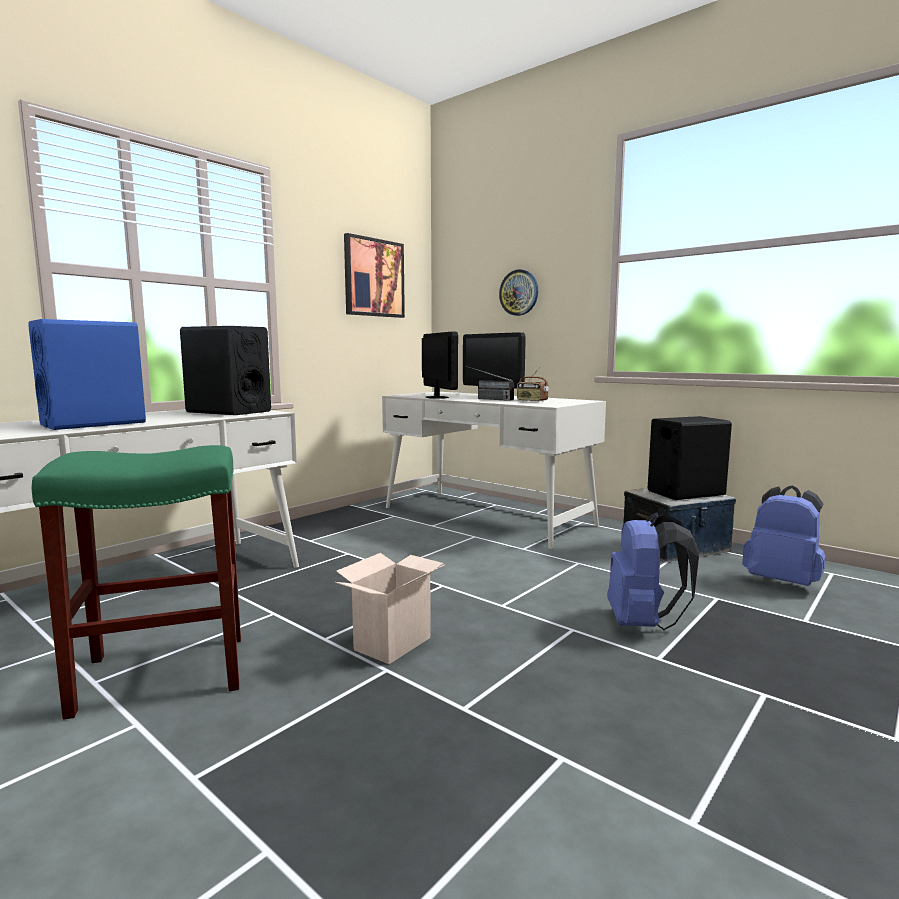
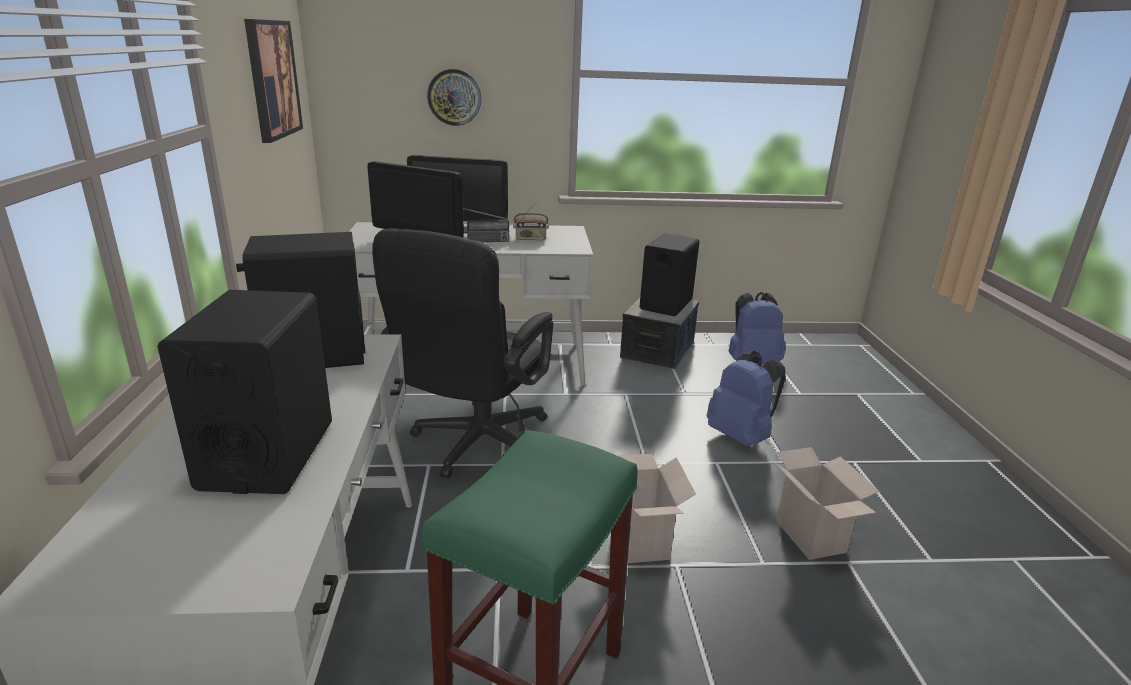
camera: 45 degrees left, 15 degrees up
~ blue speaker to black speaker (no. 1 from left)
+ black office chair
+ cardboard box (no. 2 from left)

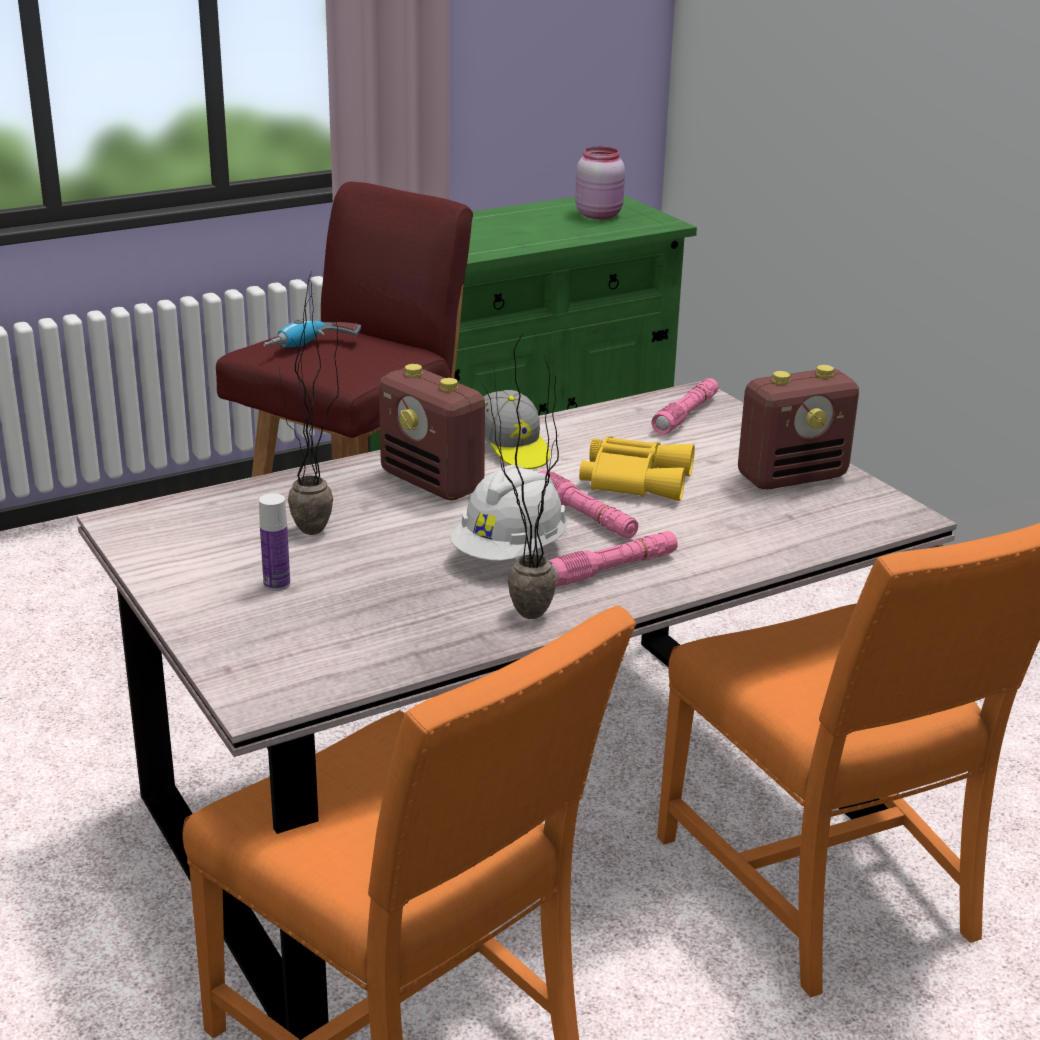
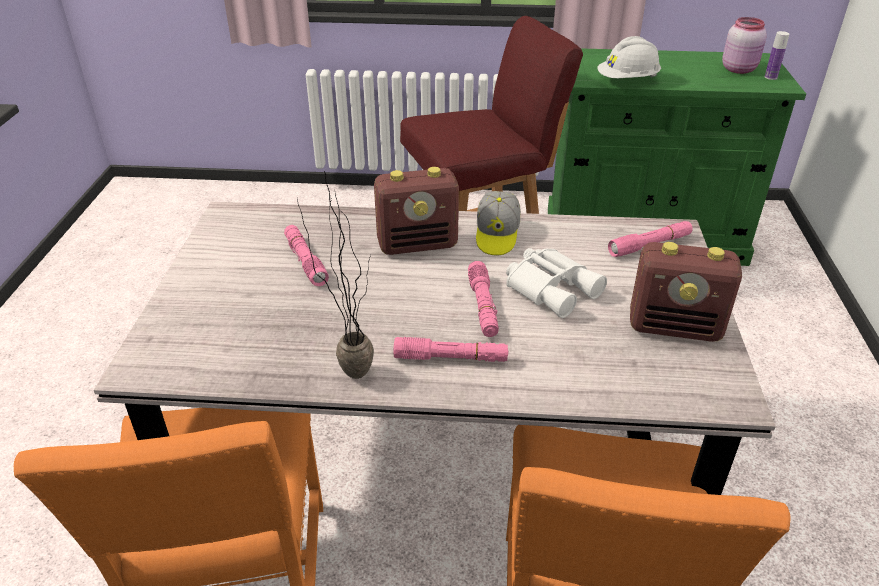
camera: 35 degrees right, 10 degrees up
~ bottle
- power drill
~ potted plant (no. 1 from left) to pink flashlight (no. 1 from left)
~ radio (no. 1 from left) 90 degrees counterclockwise
~ white hard hat
~ yellow binoculars to white binoculars

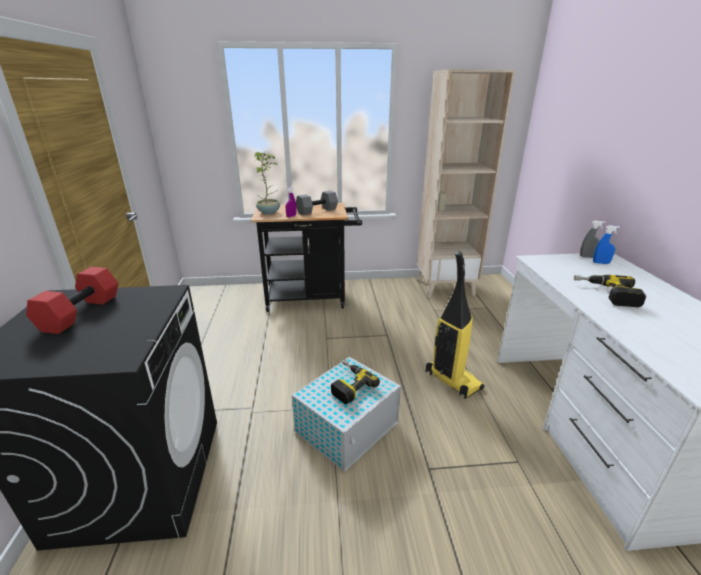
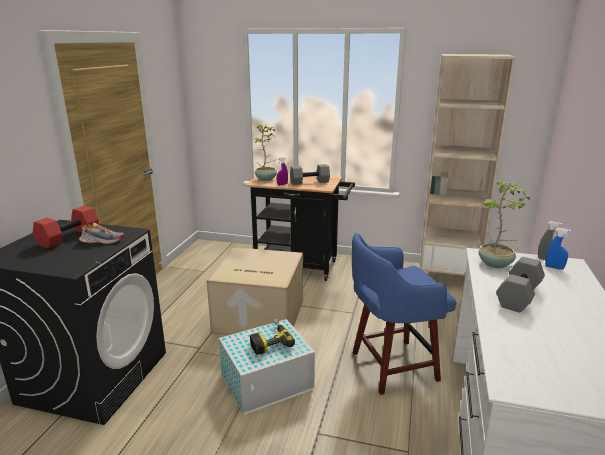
camera: 20 degrees right, 5 degrees down
~ vacuum cleaner to blue stool
~ power drill (no. 2 from left) to grey dumbbell (no. 2 from left)
+ shoe
+ cardboard box
+ potted plant (no. 2 from left)

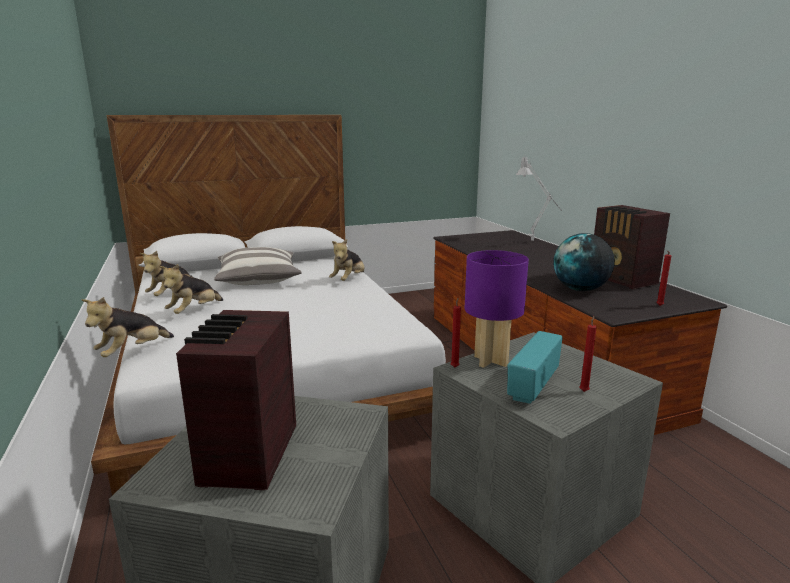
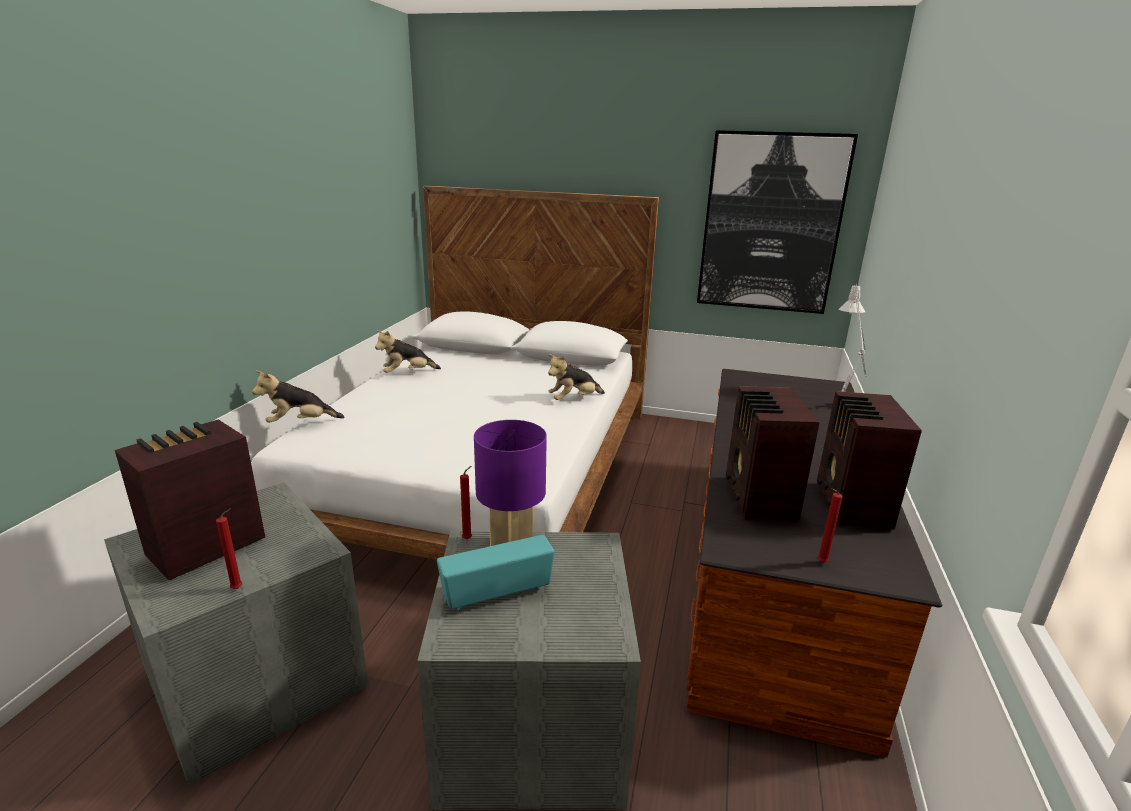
camera: 35 degrees right, 5 degrees up
- plush toy (no. 3 from left)
- pillow
~ globe to radio (no. 3 from left)
~ red candle (no. 2 from left in the first image) to red candle (no. 1 from left)
+ picture

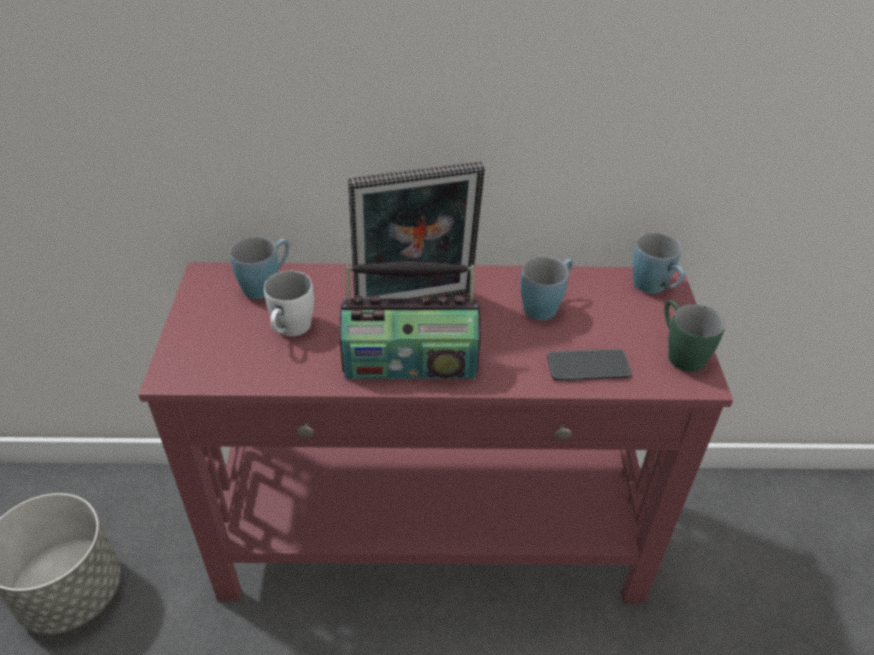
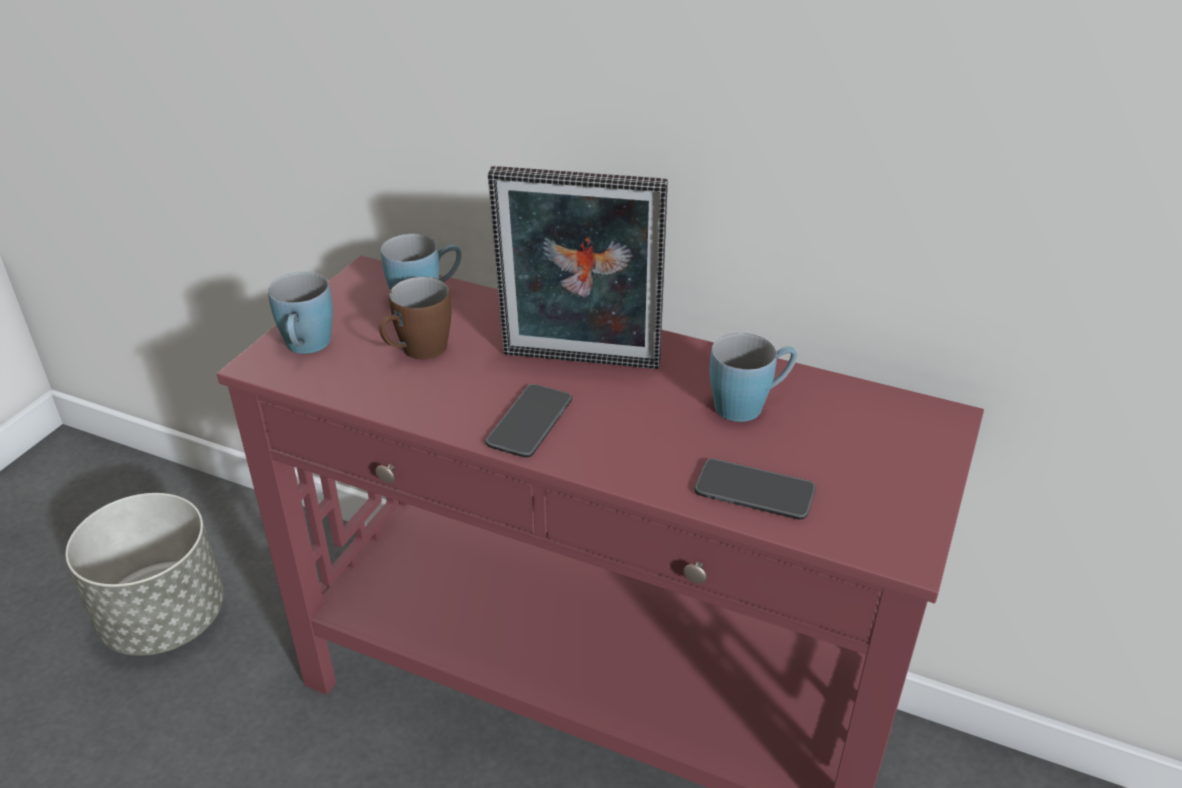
camera: 25 degrees right, 5 degrees down
~ white mug to brown mug
~ radio to phone (no. 1 from left)
~ blue mug (no. 3 from left in the first image) to blue mug (no. 1 from left)
- green mug

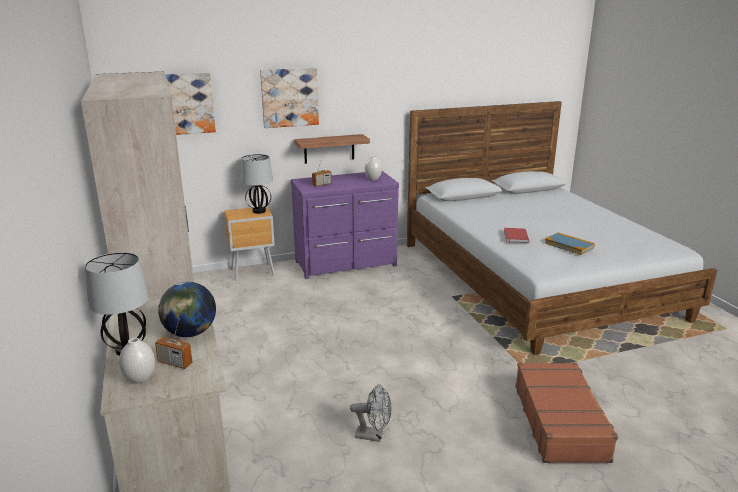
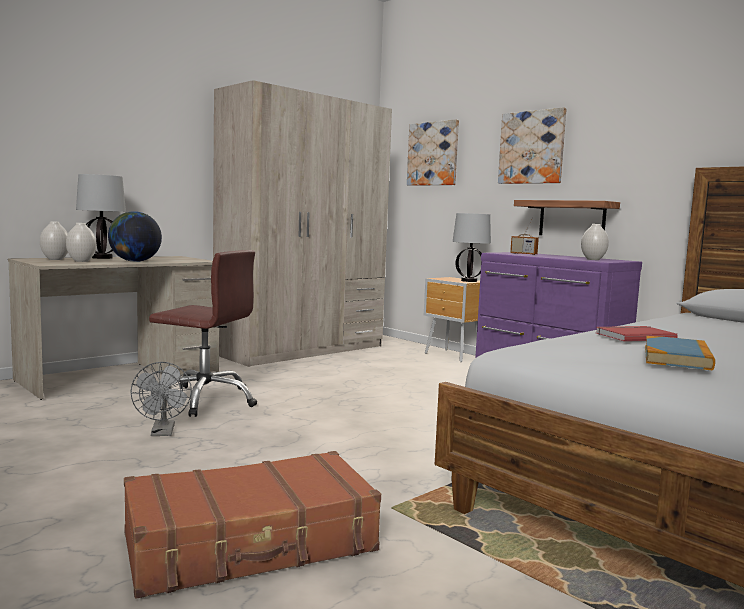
camera: 65 degrees right, 15 degrees down
~ radio (no. 1 from left) to white vase (no. 2 from left)
+ brown office chair

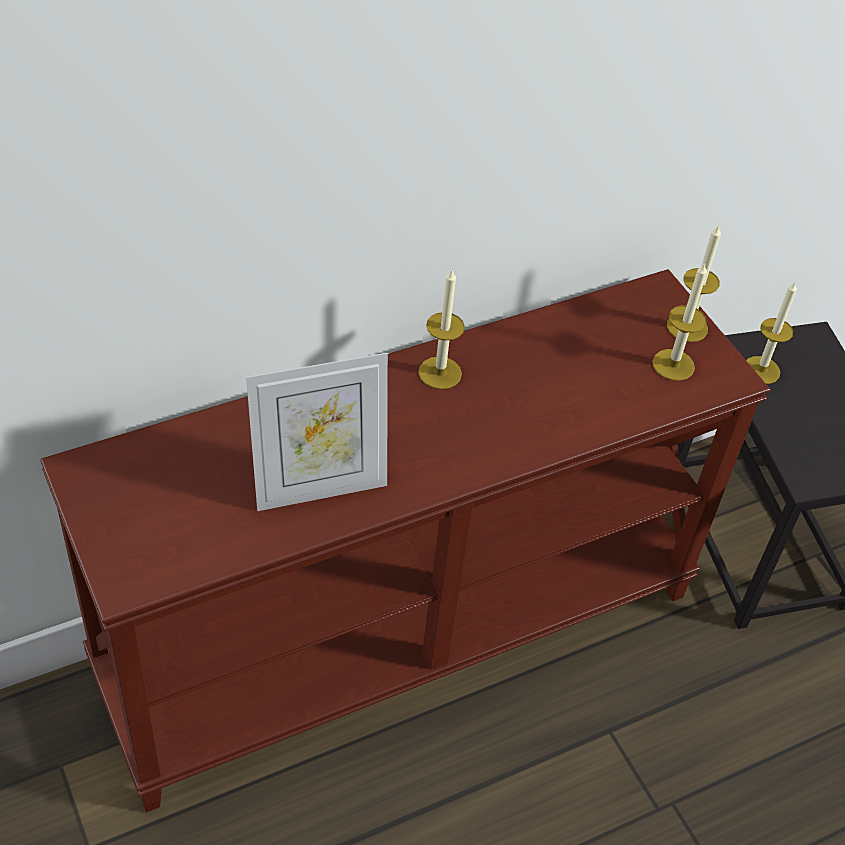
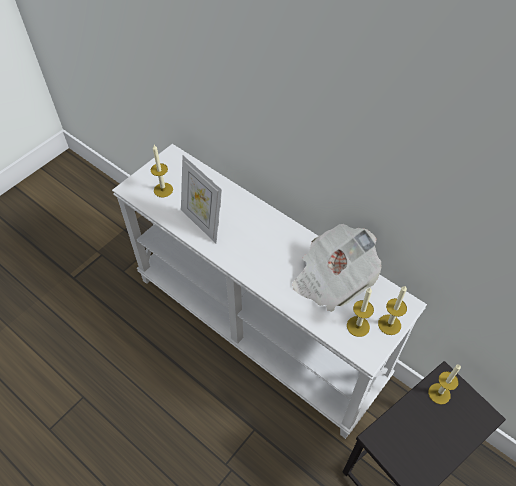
camera: 70 degrees right, 5 degrees up
~ brown console table to white console table
~ candle (no. 1 from left)
+ newspaper

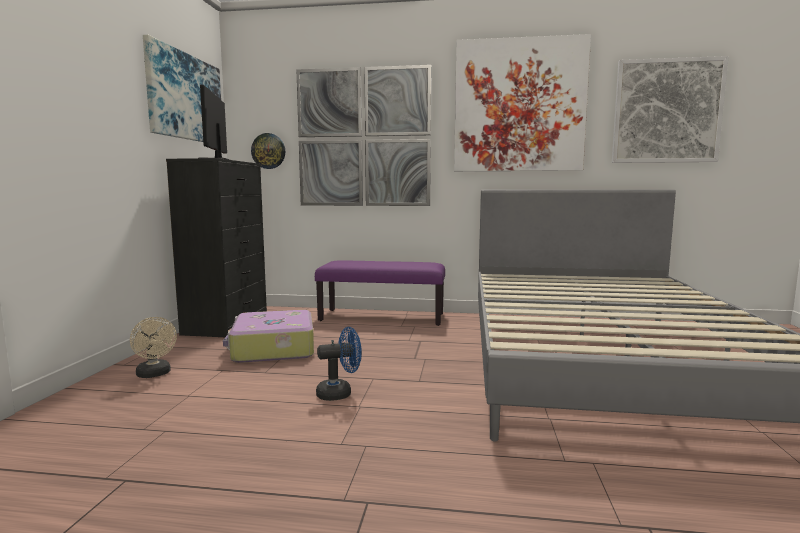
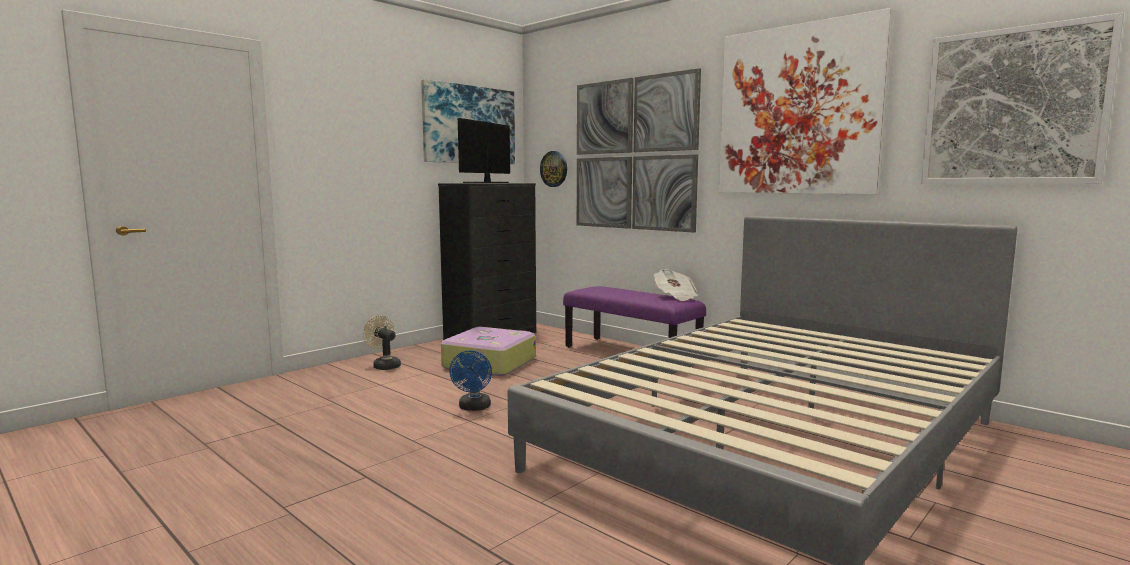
camera: 35 degrees right, 0 degrees up
~ beige fan 135 degrees clockwise
~ blue fan 75 degrees clockwise
+ newspaper

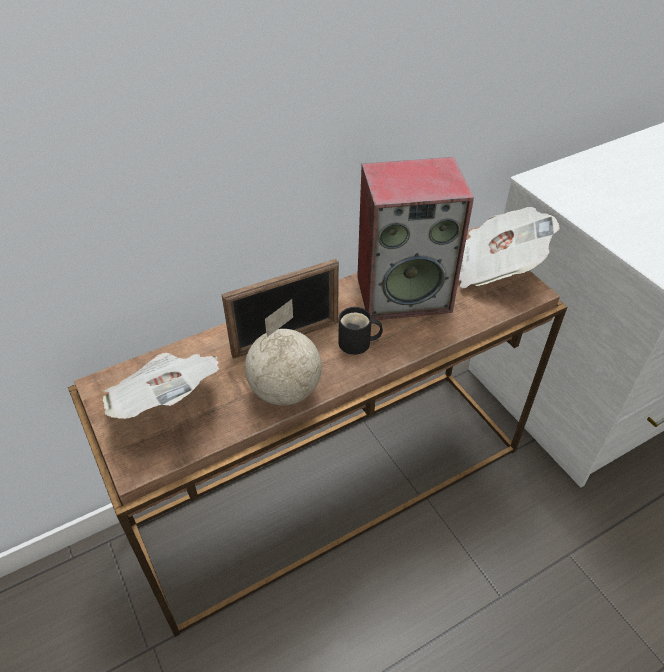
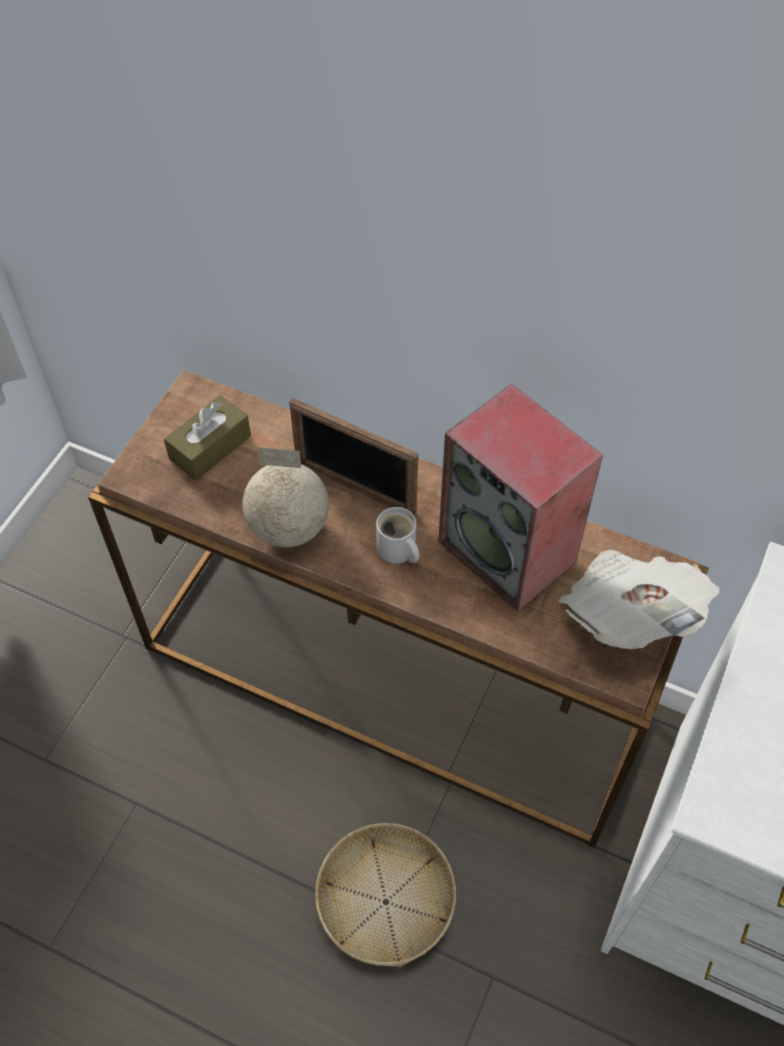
camera: 55 degrees right, 10 degrees up
~ newspaper (no. 1 from left) to brown tissue box
~ black mug to white mug
+ basket

